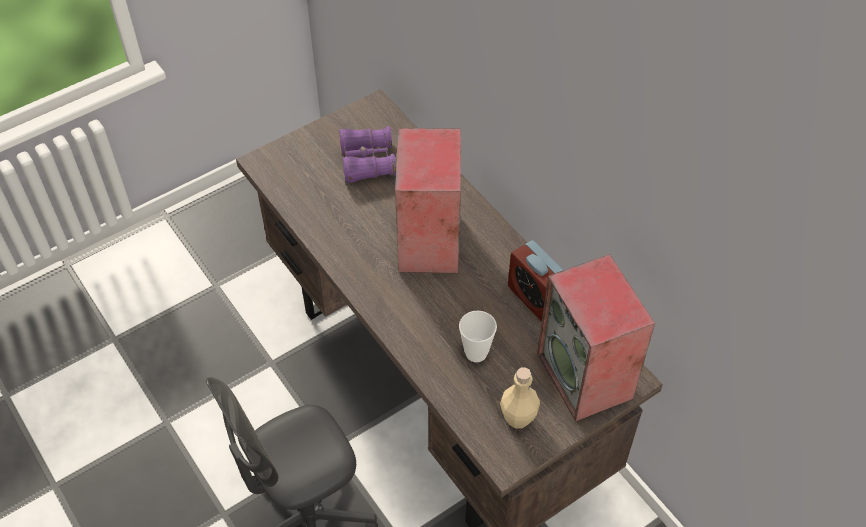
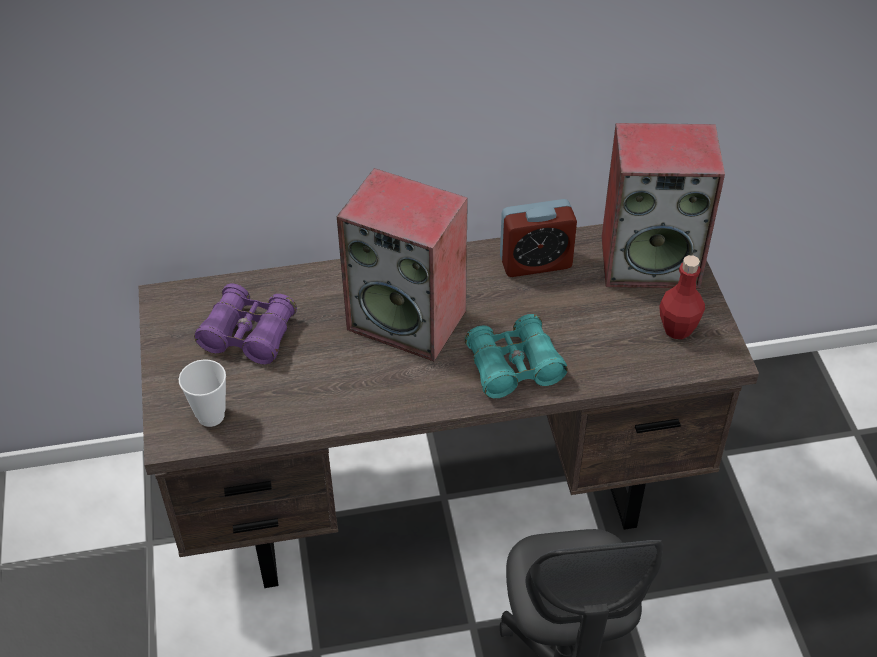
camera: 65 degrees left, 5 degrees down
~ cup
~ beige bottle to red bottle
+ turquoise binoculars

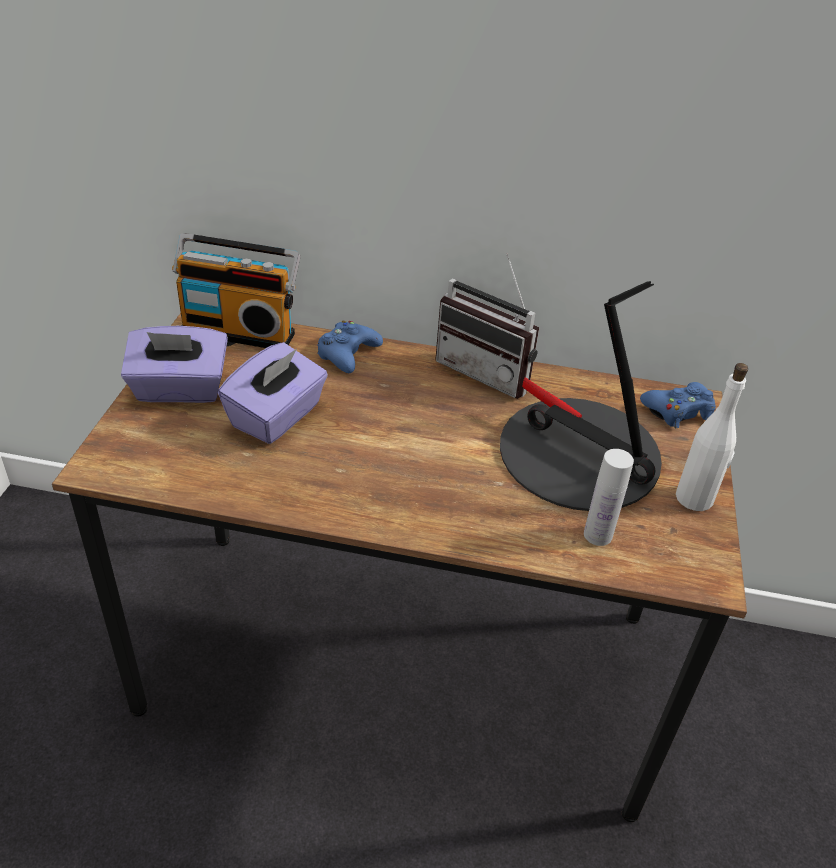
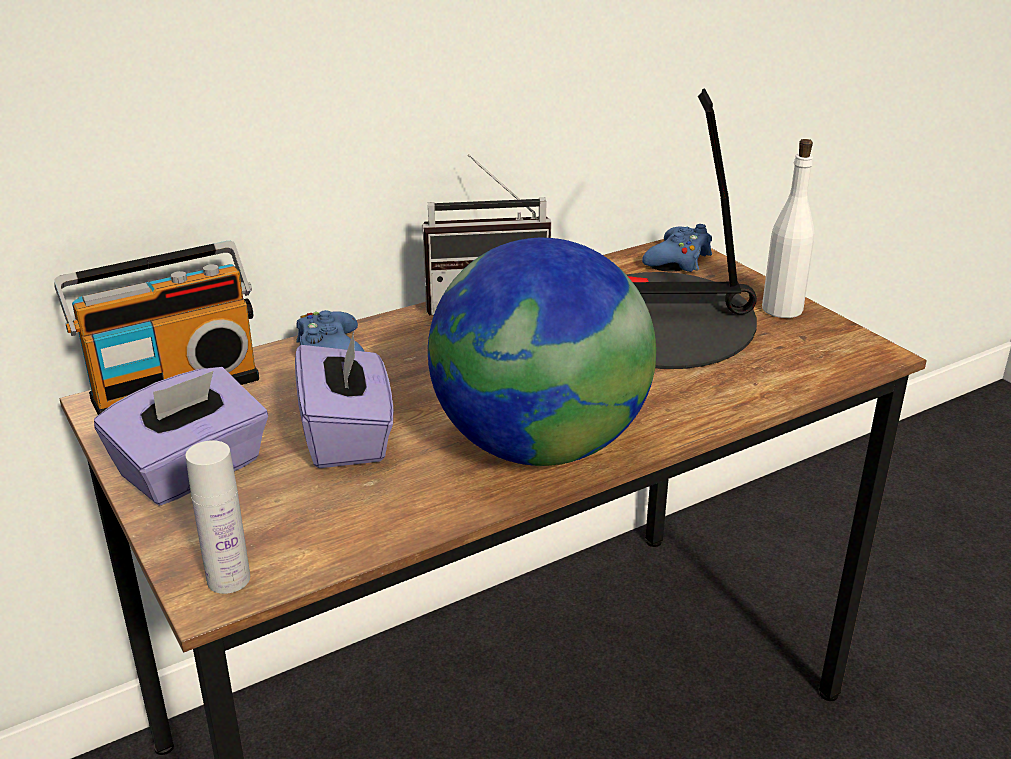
camera: 40 degrees left, 10 degrees down
~ white bottle (no. 1 from left)
+ globe

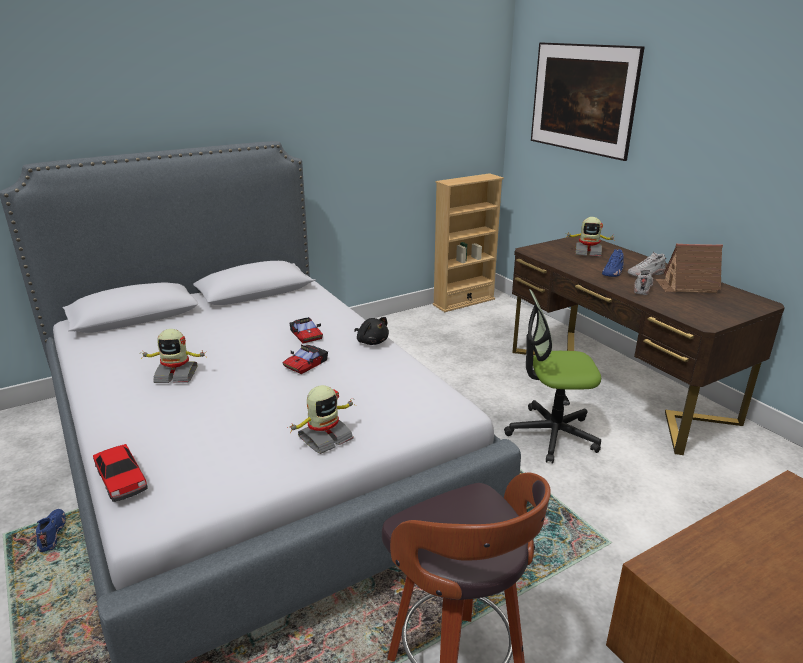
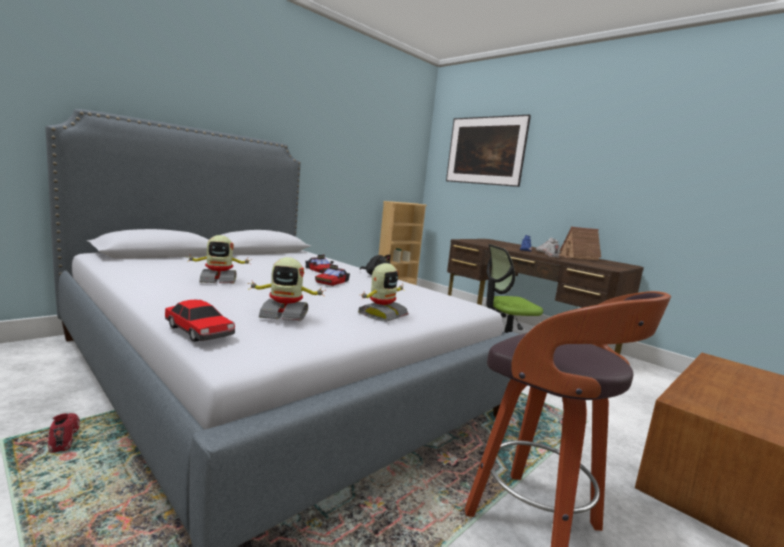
camera: 15 degrees left, 15 degrees down
~ blue shoe (no. 1 from left) to red shoe
~ toy robot (no. 3 from left in the first image) to toy robot (no. 2 from left)

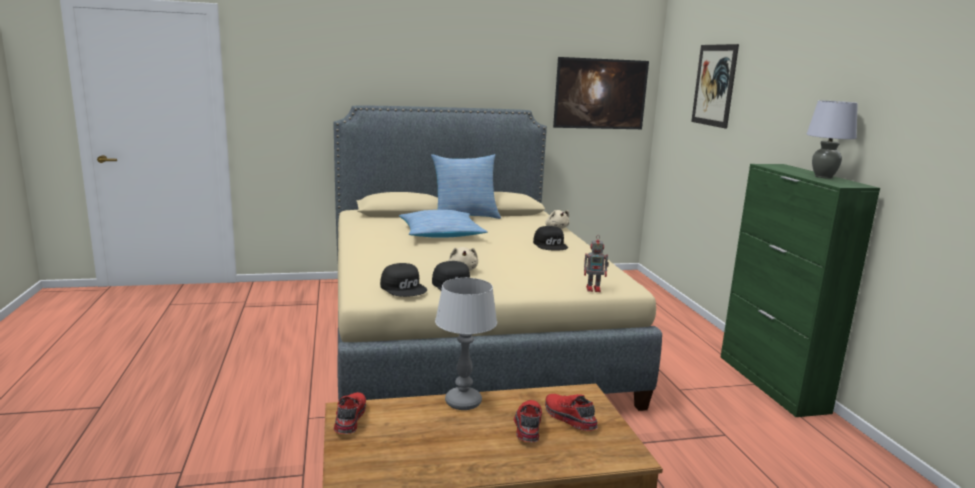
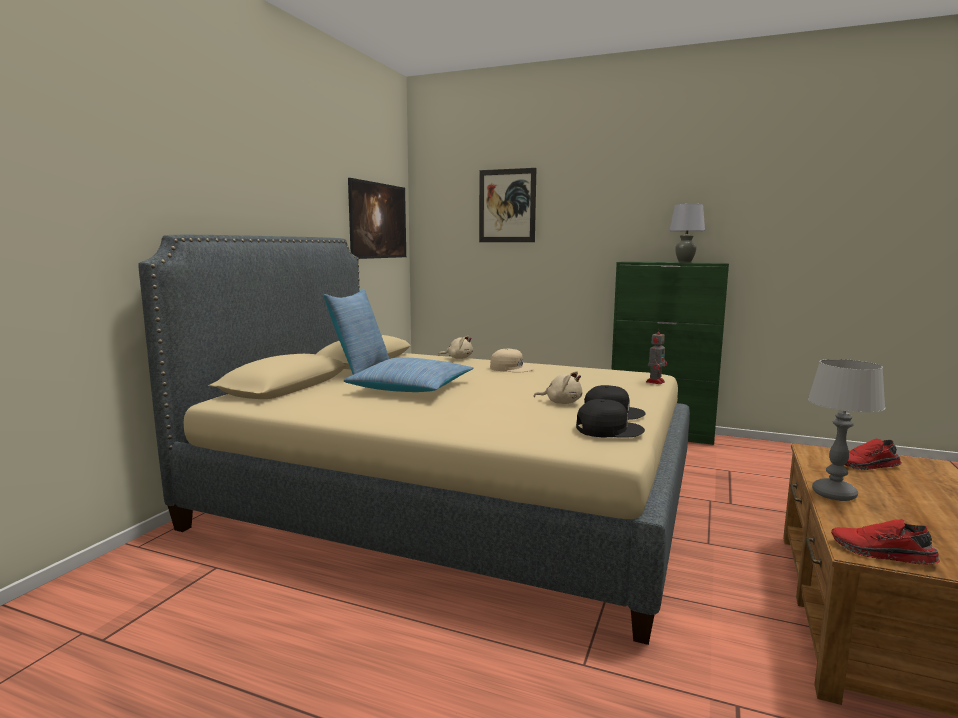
camera: 55 degrees left, 5 degrees down
- red shoe (no. 2 from left)
~ black cap (no. 3 from left) to beige cap

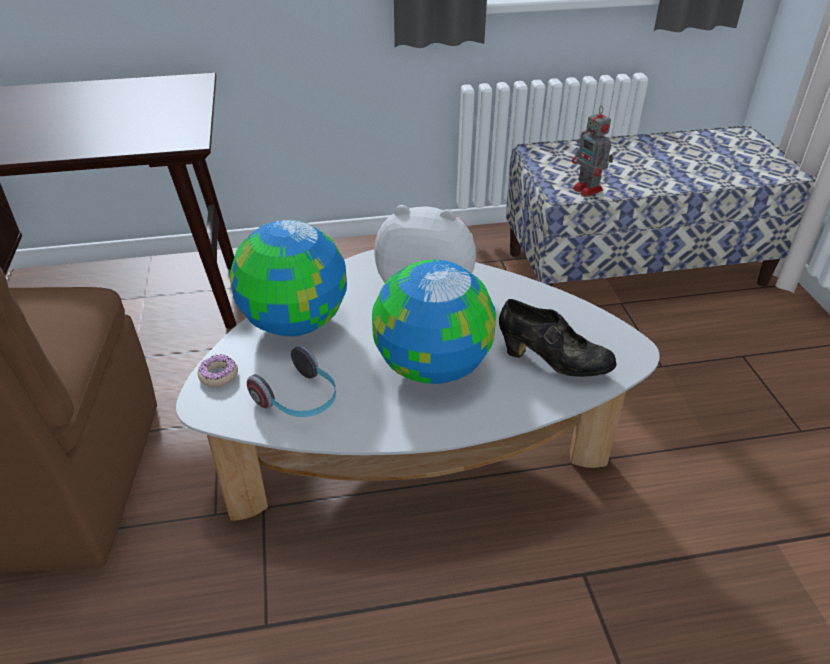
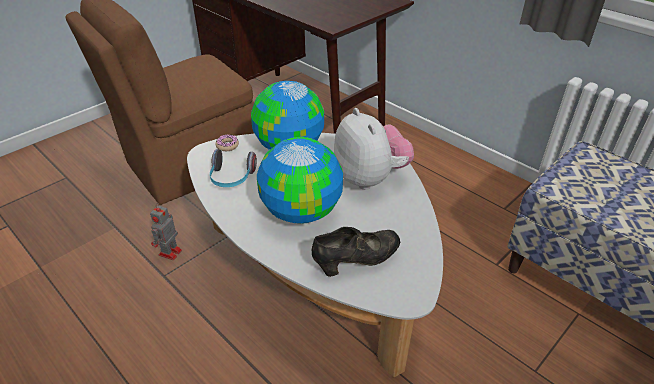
camera: 55 degrees right, 0 degrees up
~ black shoe 105 degrees counterclockwise
~ toy robot

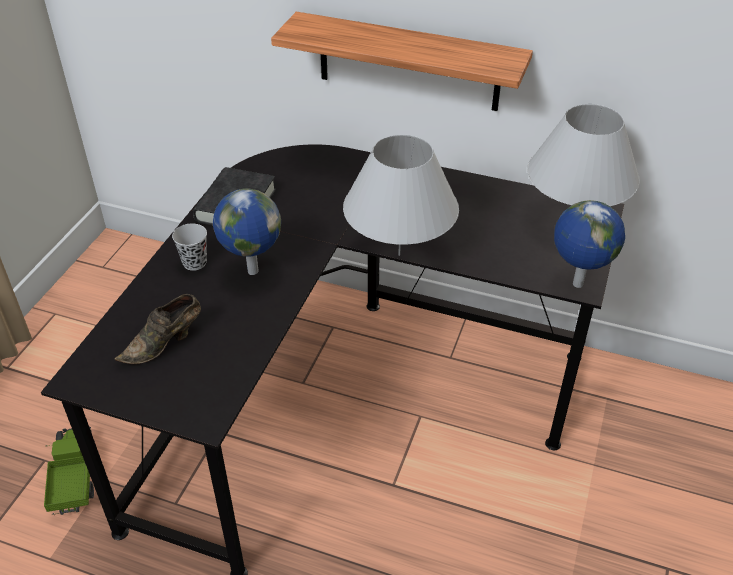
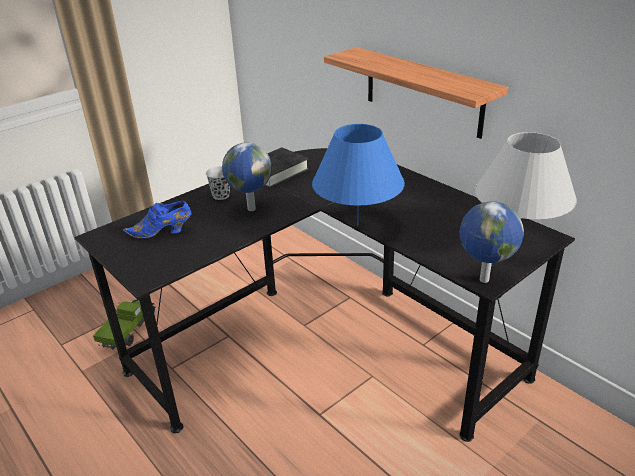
camera: 30 degrees right, 10 degrees down
~ brown shoe to blue shoe
~ white table lamp (no. 1 from left) to blue table lamp

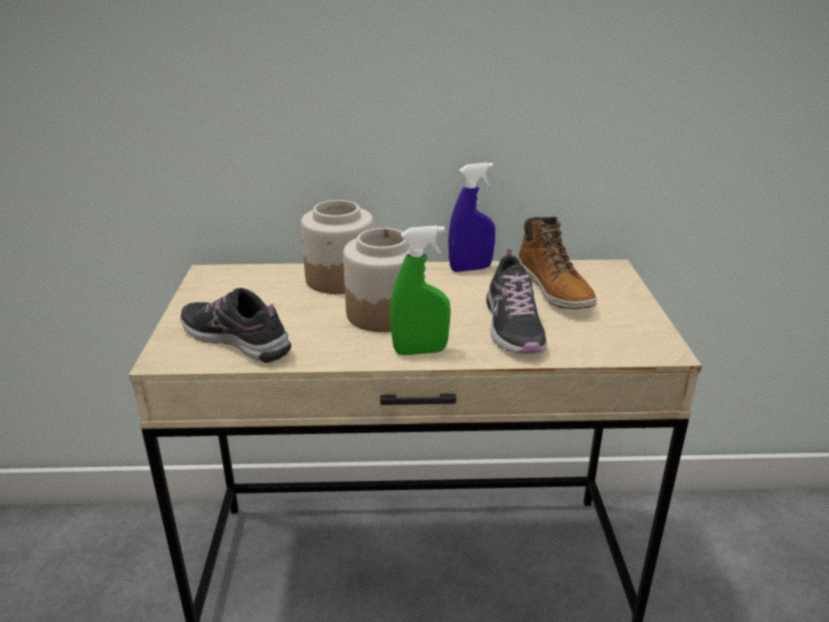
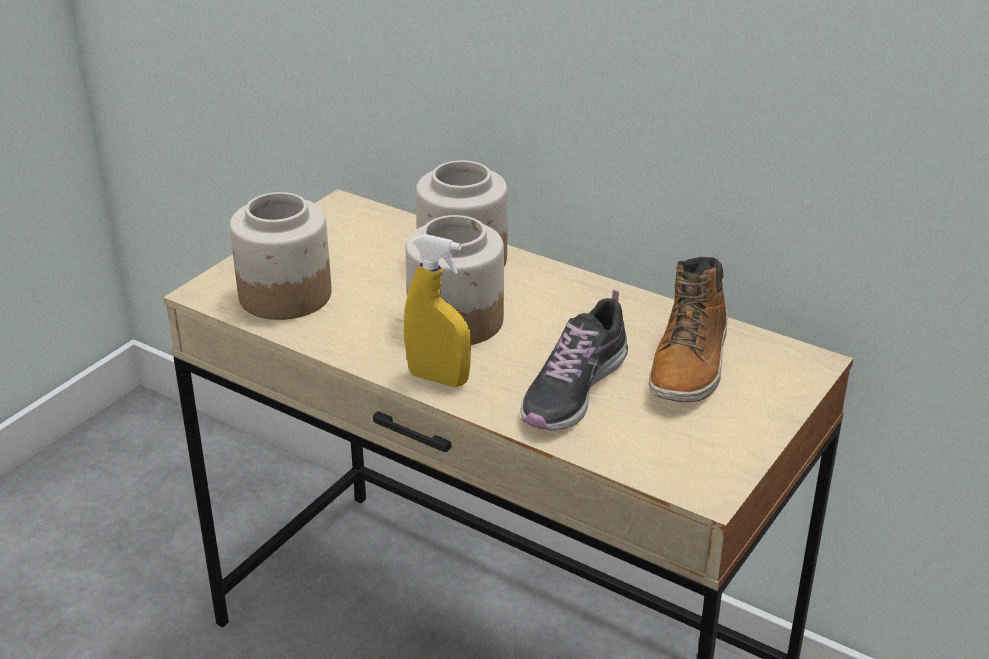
camera: 35 degrees right, 5 degrees up
~ shoe (no. 1 from left) to jar (no. 1 from left)
~ green spray bottle to yellow spray bottle
- blue spray bottle

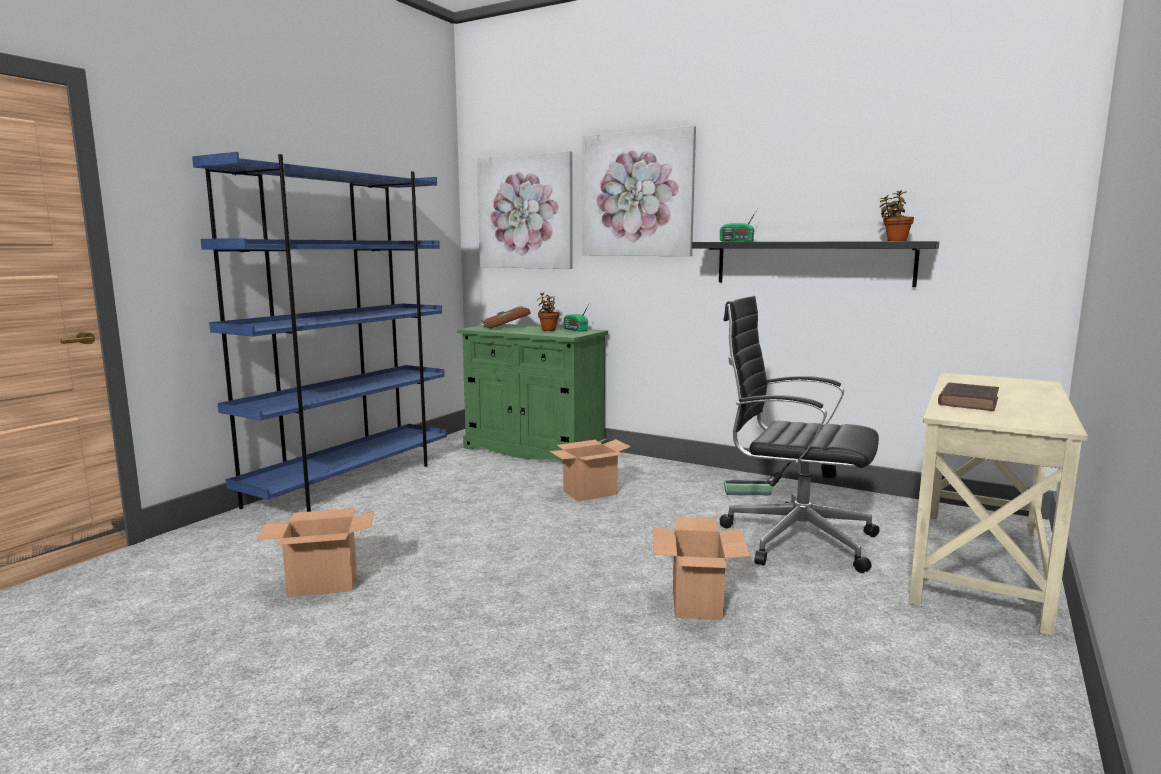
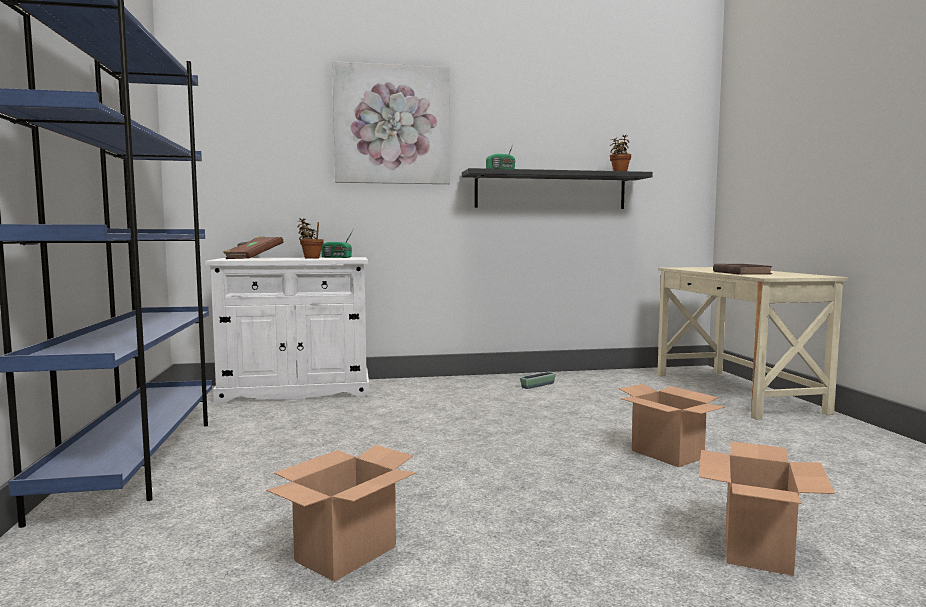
camera: 40 degrees left, 5 degrees down
~ green cabinet to white cabinet
- picture (no. 1 from left)
~ cardboard box (no. 2 from left in the first image) to cardboard box (no. 3 from left)
- black office chair

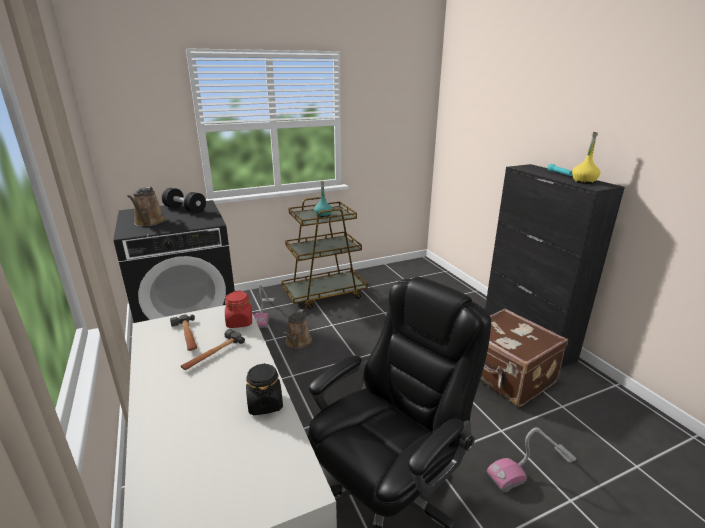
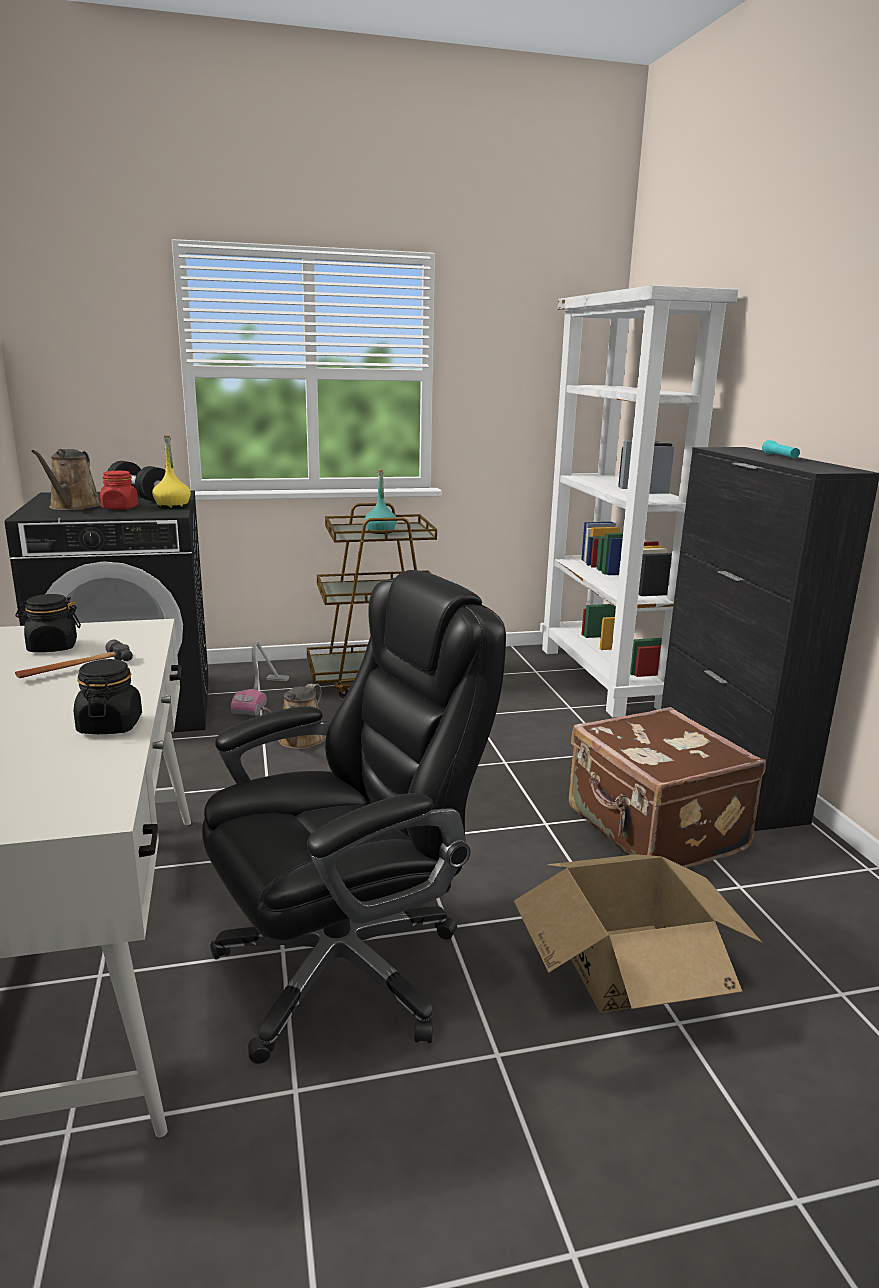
camera: 10 degrees right, 5 degrees down
~ hammer (no. 1 from left) to black jar (no. 1 from left)
~ red jar
~ vacuum cleaner (no. 2 from left) to cardboard box
~ yellow bottle
+ white bookcase

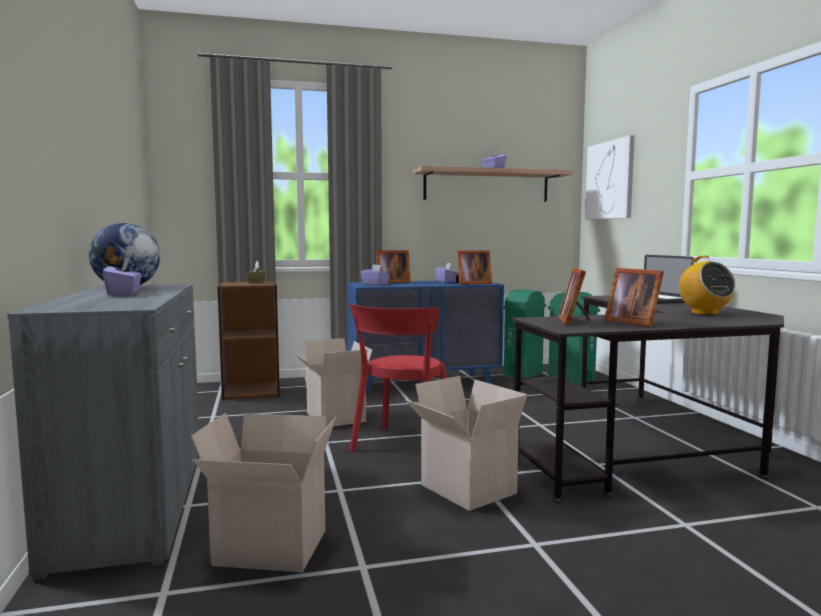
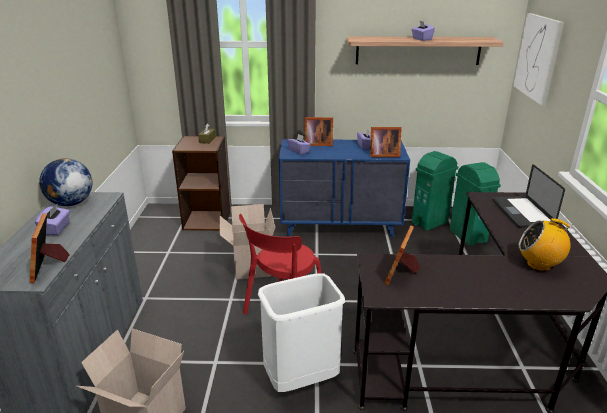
camera: 15 degrees right, 20 degrees up
~ cardboard box (no. 3 from left) to white trash can
~ picture frame (no. 4 from left in the first image) to picture frame (no. 1 from left)
~ radio 105 degrees clockwise

